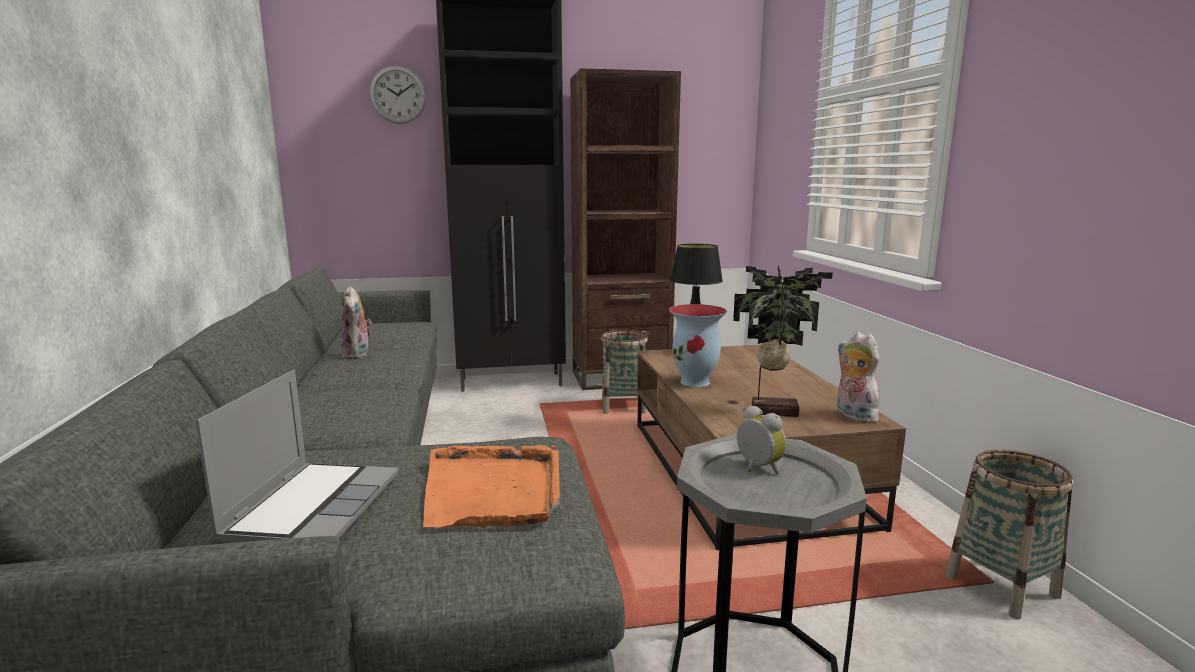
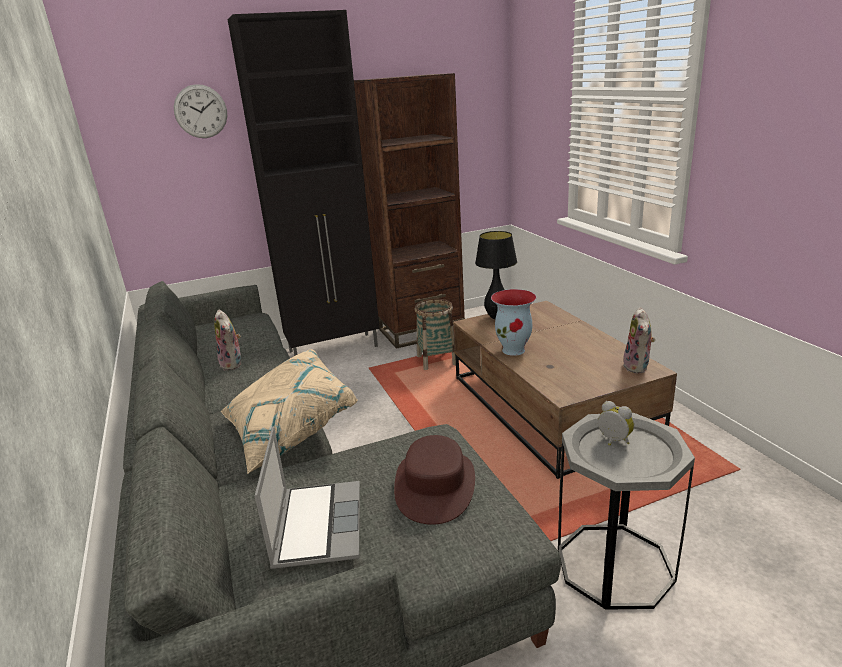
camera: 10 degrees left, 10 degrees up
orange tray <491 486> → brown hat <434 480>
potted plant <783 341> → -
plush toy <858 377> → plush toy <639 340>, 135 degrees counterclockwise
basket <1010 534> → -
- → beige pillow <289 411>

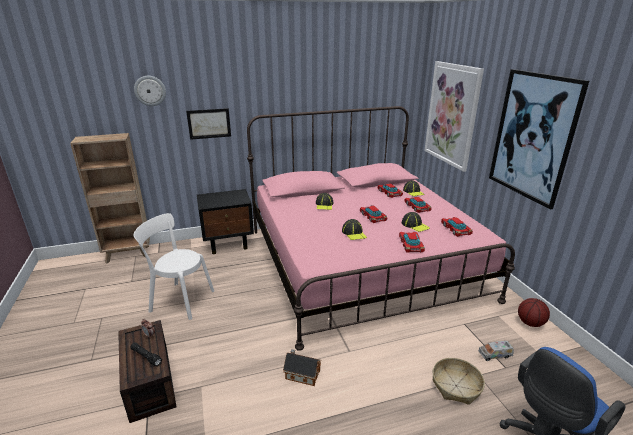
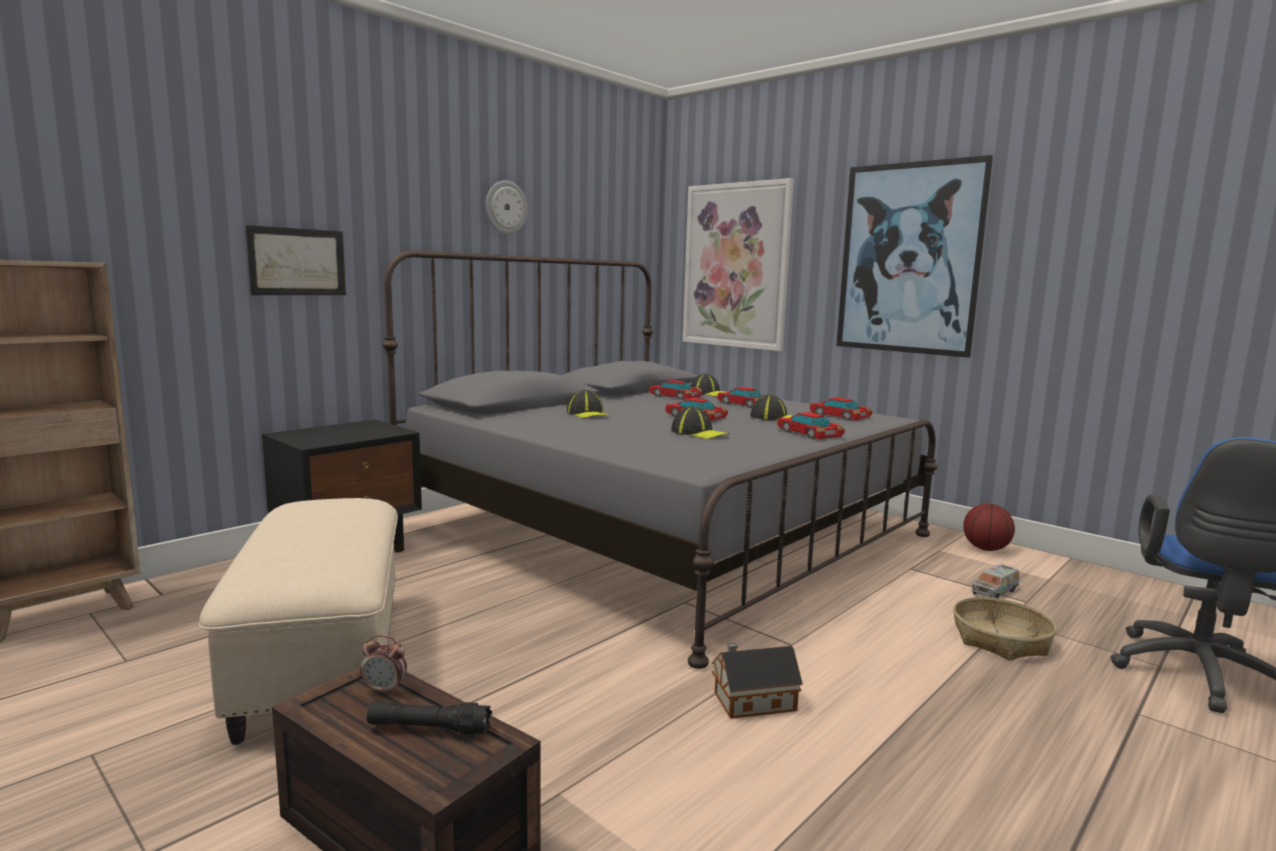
camera: 30 degrees left, 15 degrees down
wall clock <150 91> → wall clock <507 207>, moved
white chair <174 266> → beige ottoman <298 621>
pink bed <381 228> → grey bed <659 459>

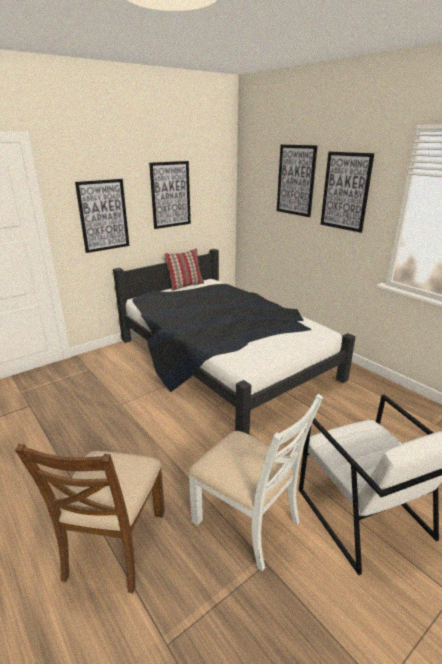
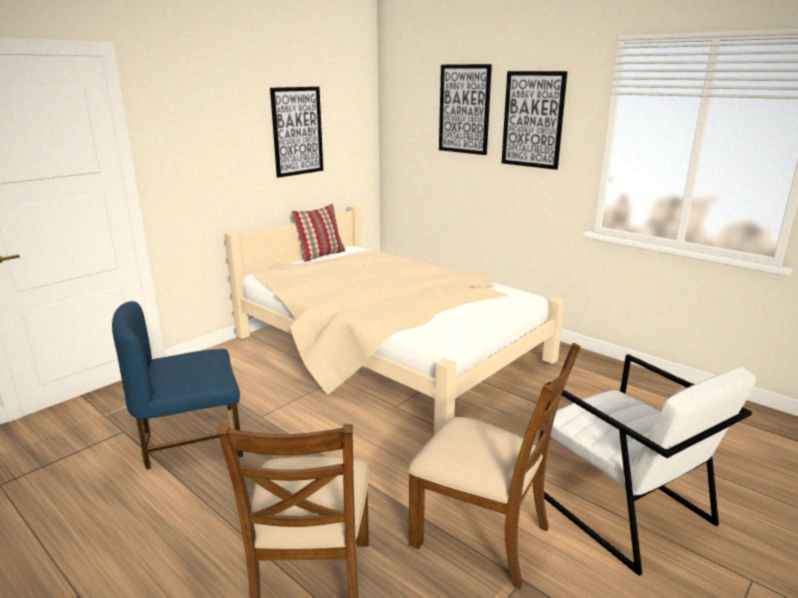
camera: 10 degrees left, 5 degrees down
picture <102 216> → -
black bed <234 341> → beige bed <394 320>
white chair <255 482> → brown chair <494 466>
- → blue chair <177 385>

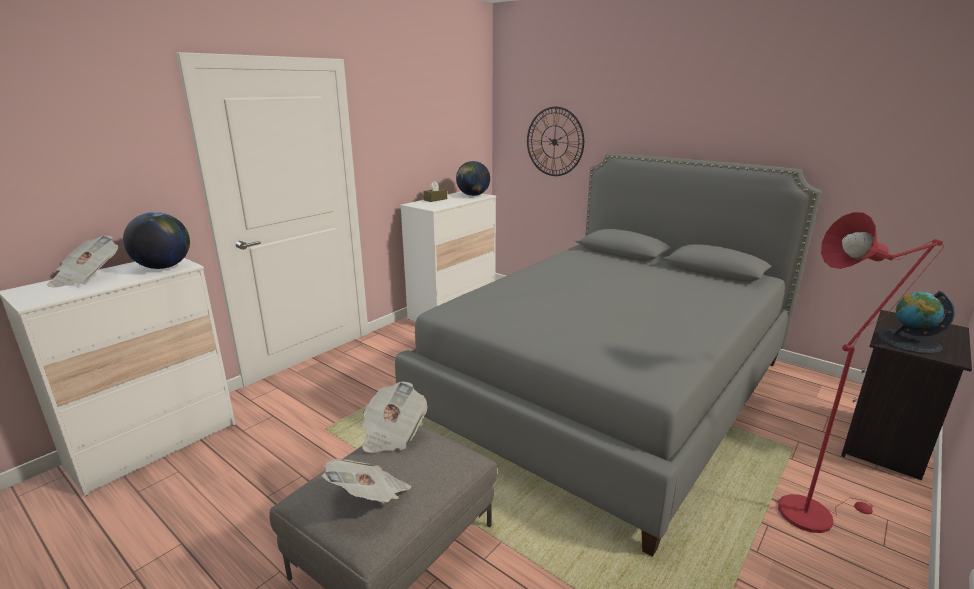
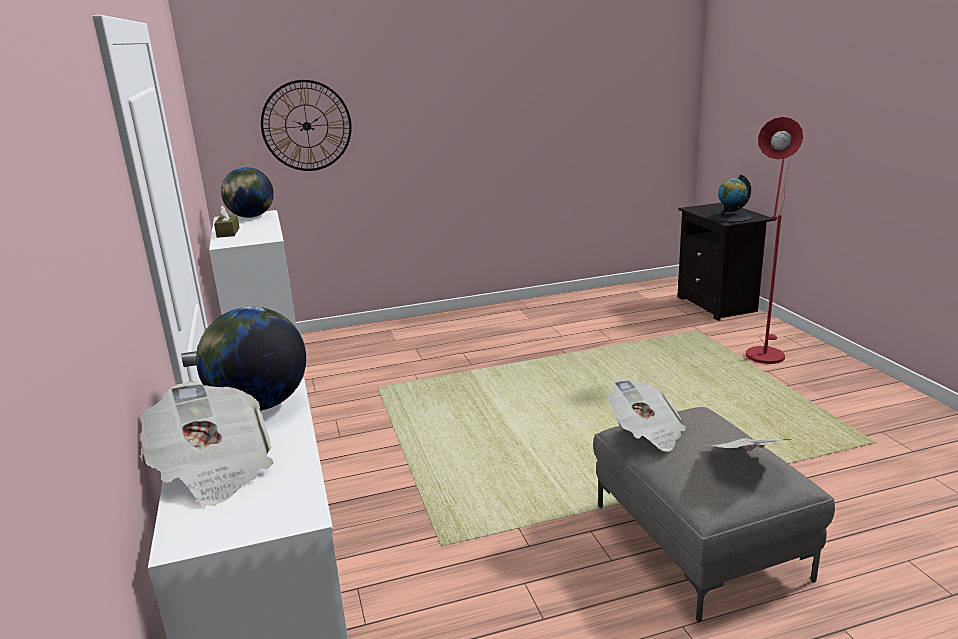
camera: 55 degrees left, 0 degrees up
grey bed <608 355> → -

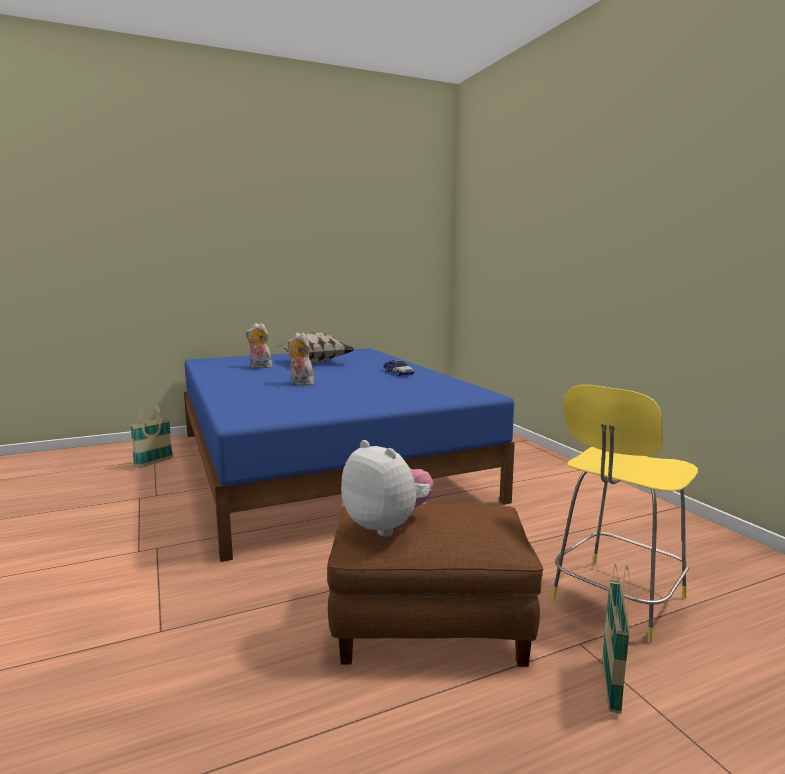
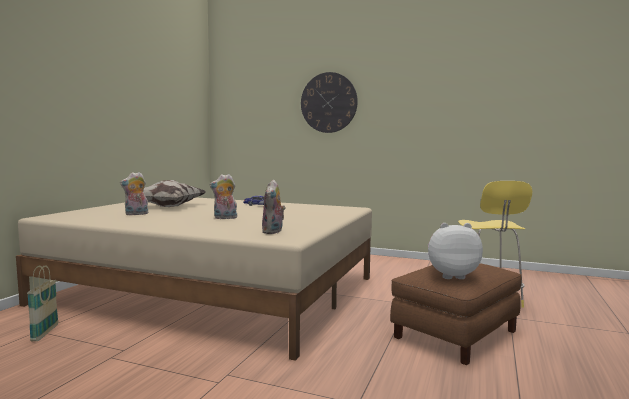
camera: 45 degrees left, 5 degrees down
blue bed <349 455> → beige bed <194 279>
basket <616 639> → -
- → plush toy <274 207>
- → wall clock <329 102>

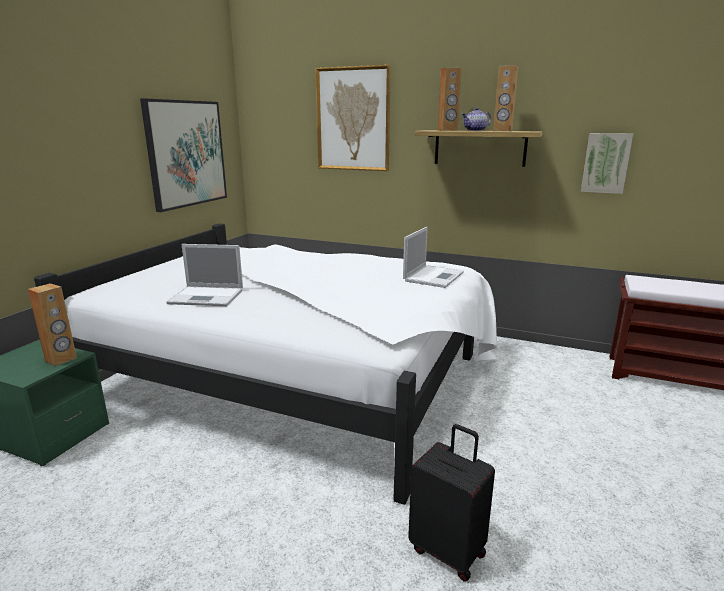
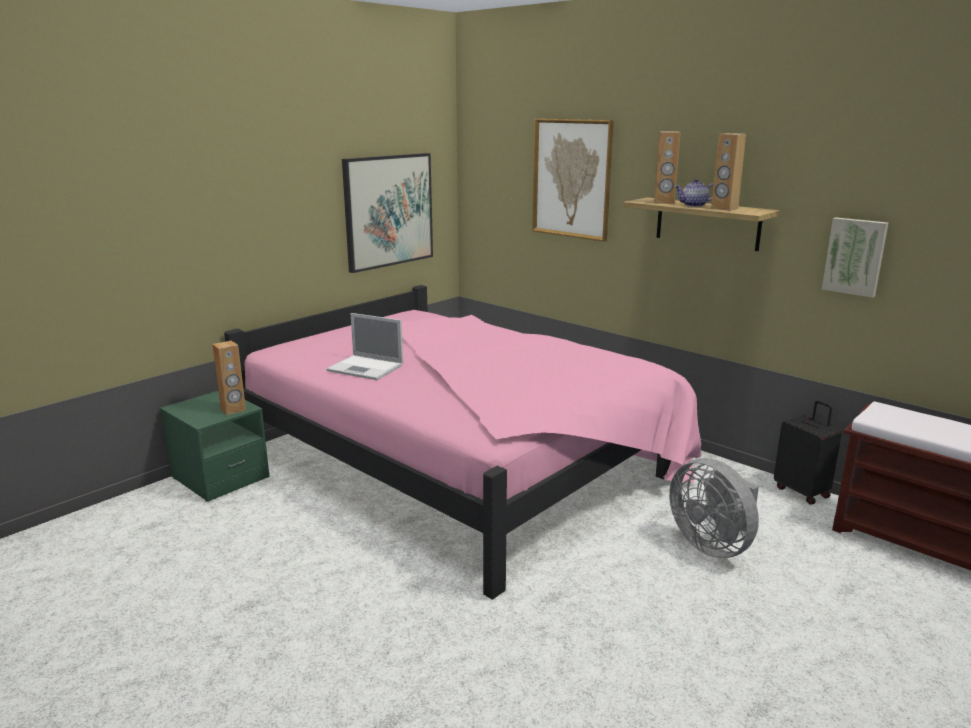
camera: 20 degrees right, 0 degrees up
white bed <265 364> → pink bed <462 442>
laptop <433 257> → -
black suitcase <451 503> → black suitcase <808 452>, moved
- → grey fan <714 508>

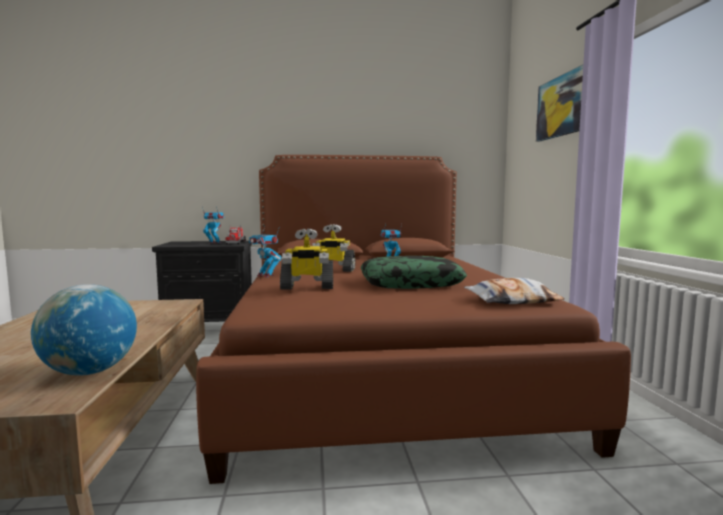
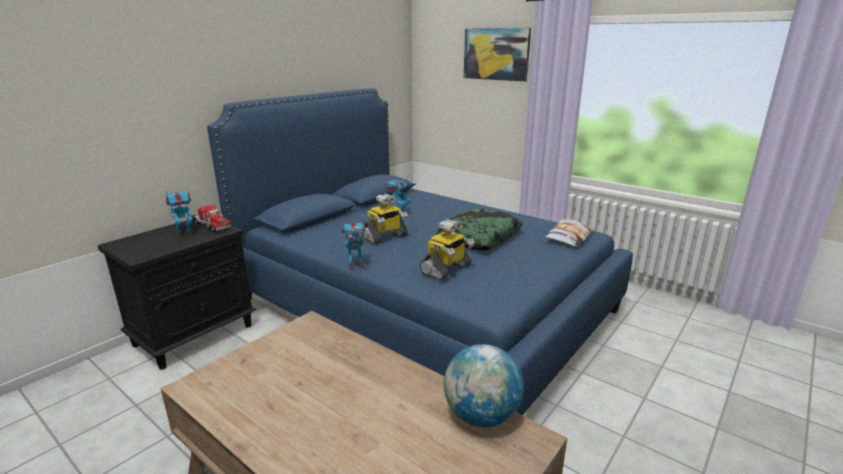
camera: 45 degrees left, 15 degrees up
brown bed <413 319> → blue bed <420 251>

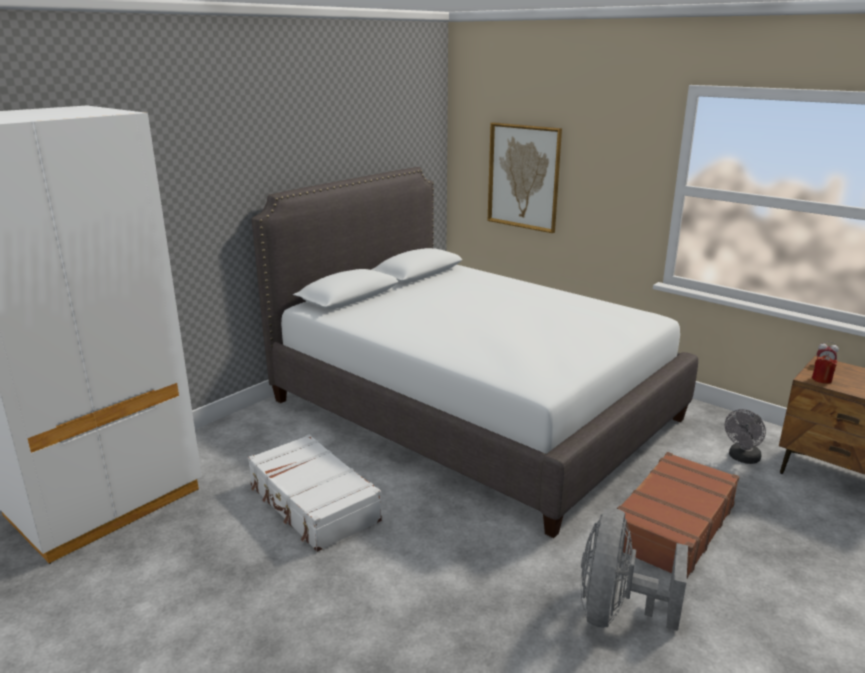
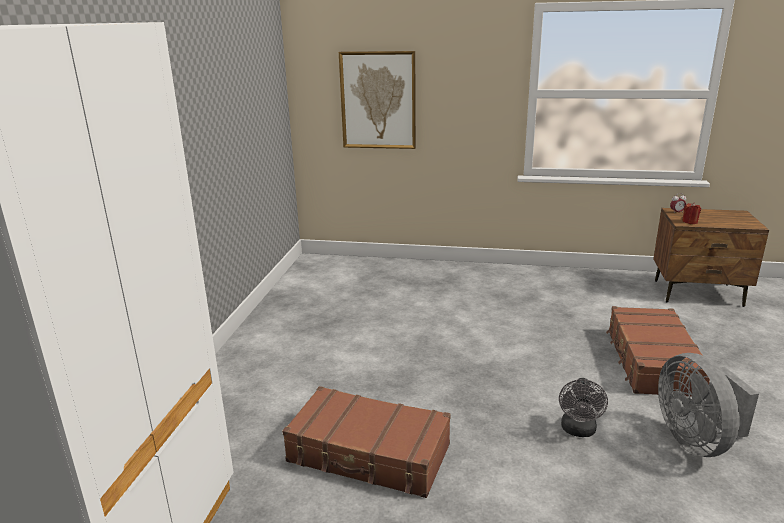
camera: 30 degrees left, 0 degrees up
white suitcase <315 493> → brown suitcase <366 442>
white bed <475 352> → -
grey fan <745 436> → grey fan <583 407>, moved

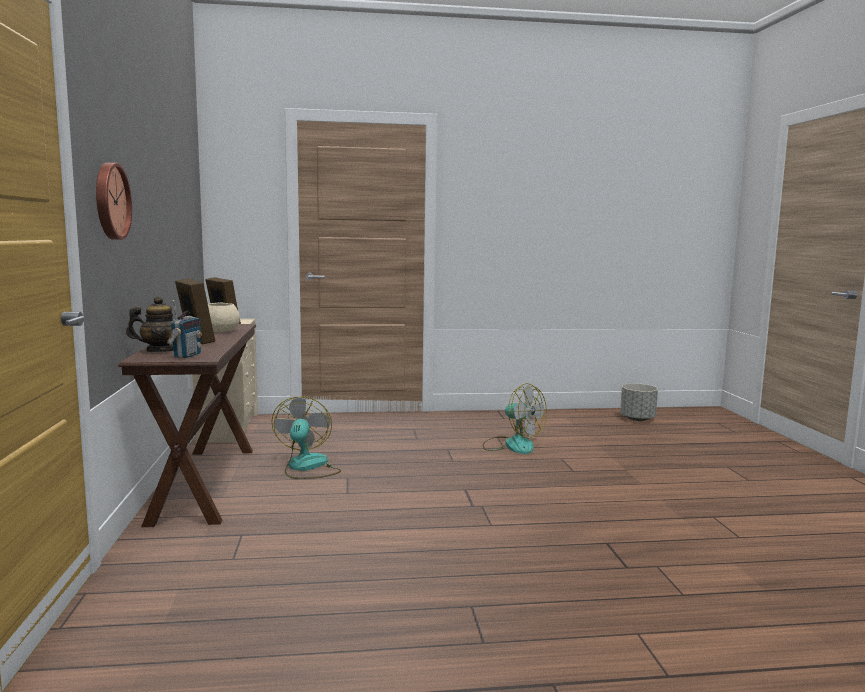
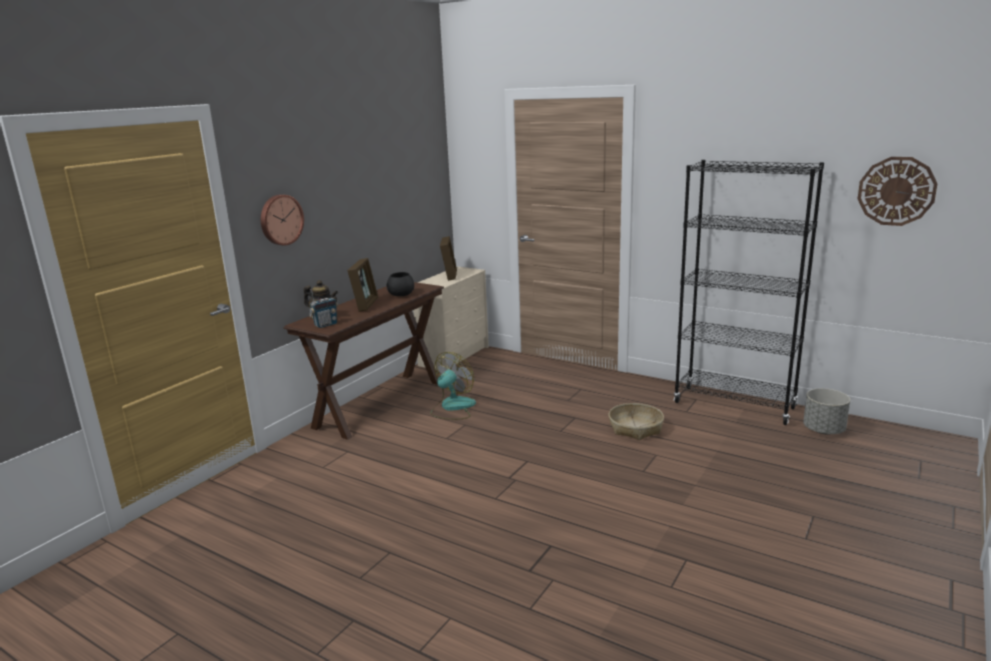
camera: 40 degrees right, 10 degrees up
beige bowl <224 317> → black bowl <400 284>
fan <514 418> → basket <636 421>
- → black bookcase <749 292>
- → wall clock <897 191>

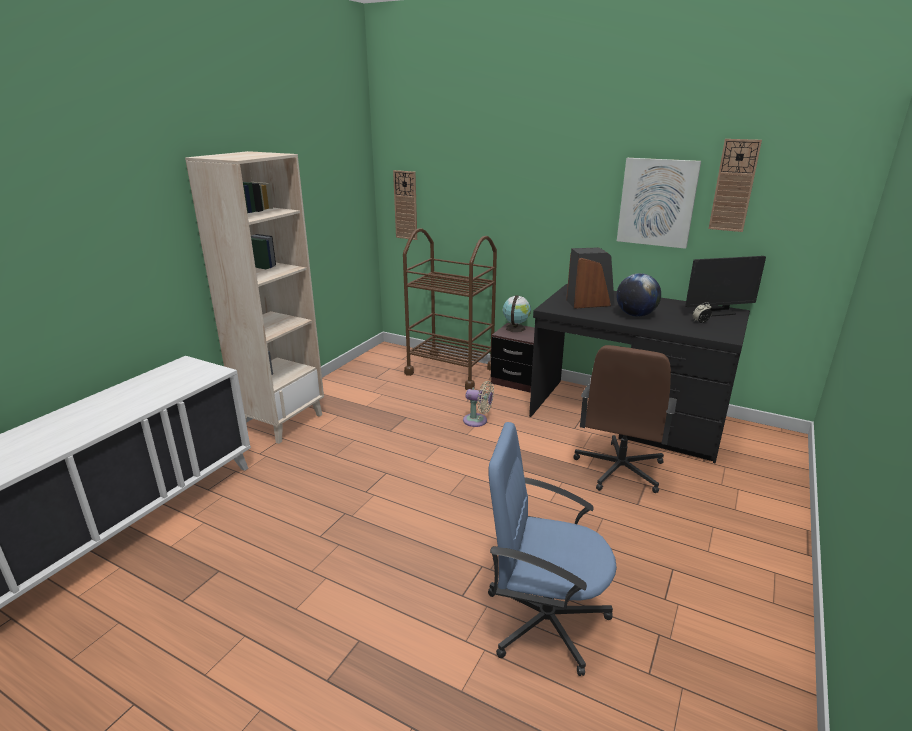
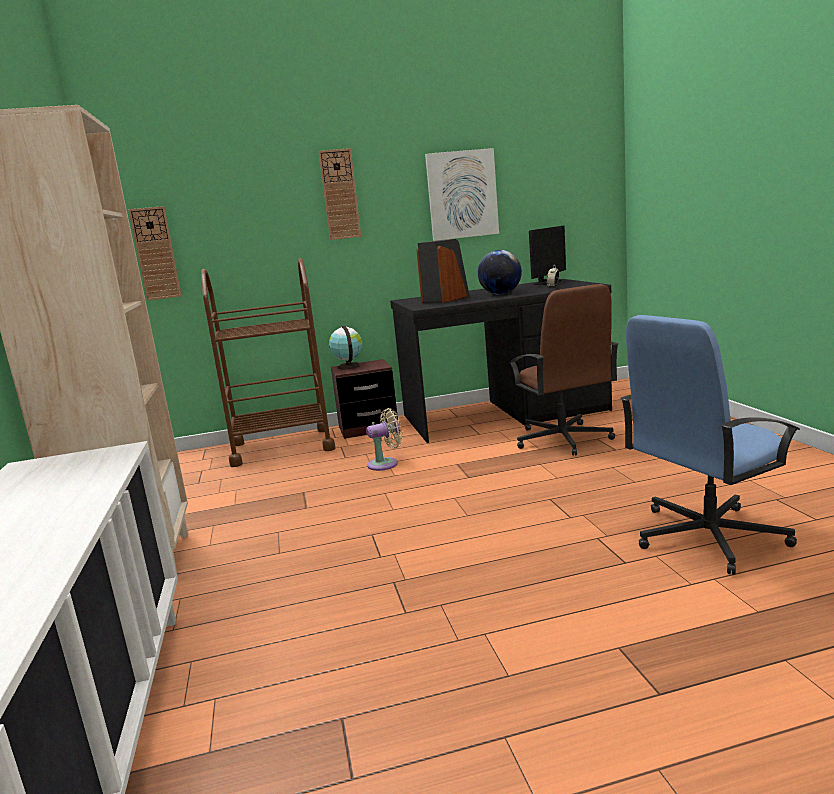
camera: 40 degrees left, 10 degrees down
wall clock <735 185> → wall clock <339 194>, moved

